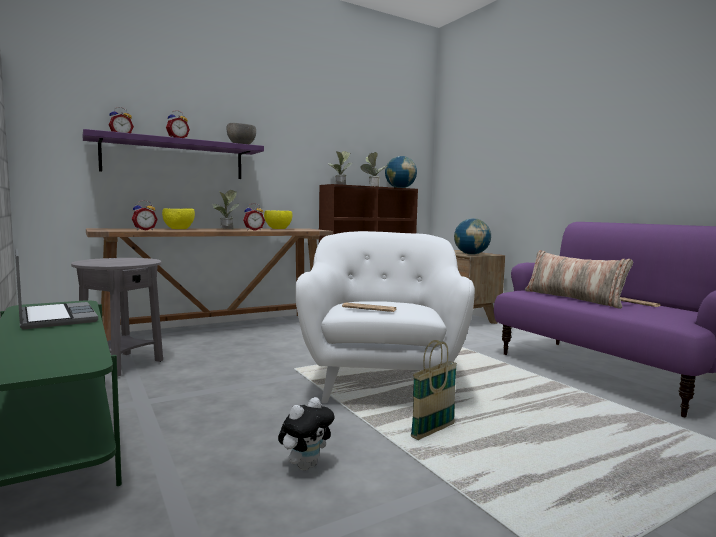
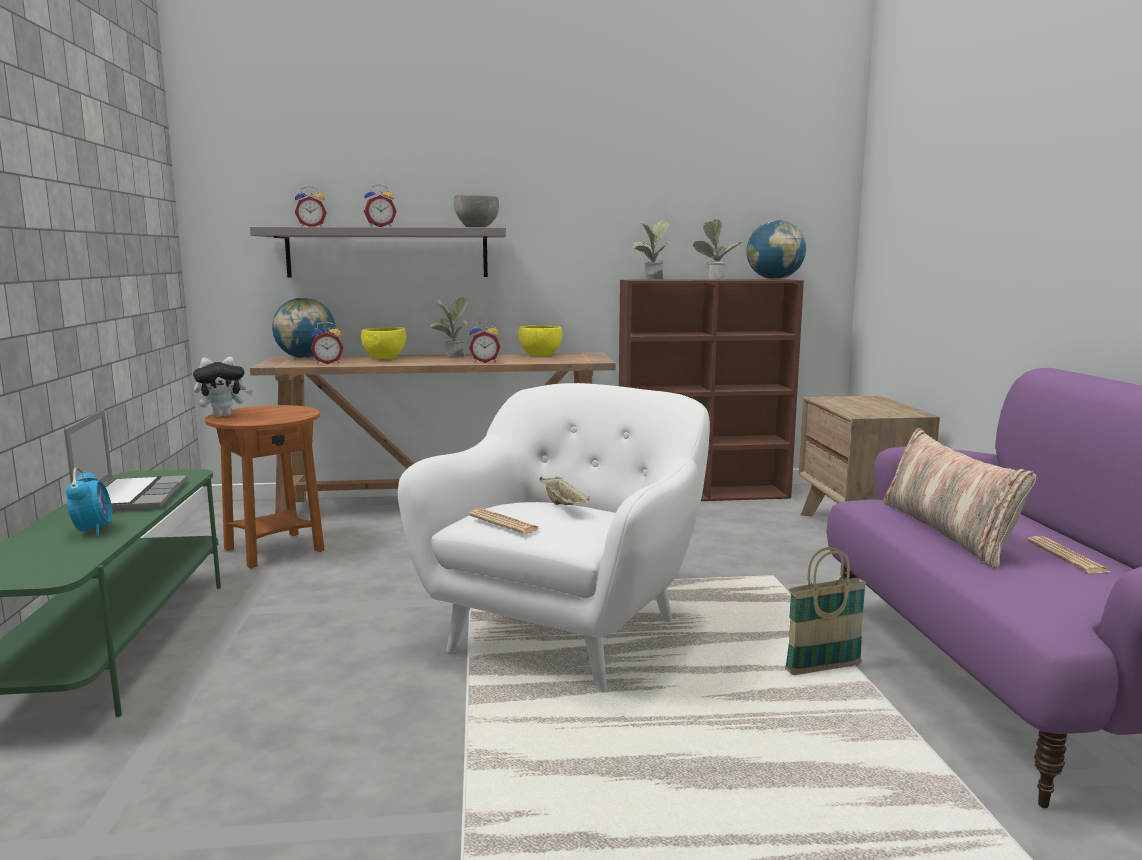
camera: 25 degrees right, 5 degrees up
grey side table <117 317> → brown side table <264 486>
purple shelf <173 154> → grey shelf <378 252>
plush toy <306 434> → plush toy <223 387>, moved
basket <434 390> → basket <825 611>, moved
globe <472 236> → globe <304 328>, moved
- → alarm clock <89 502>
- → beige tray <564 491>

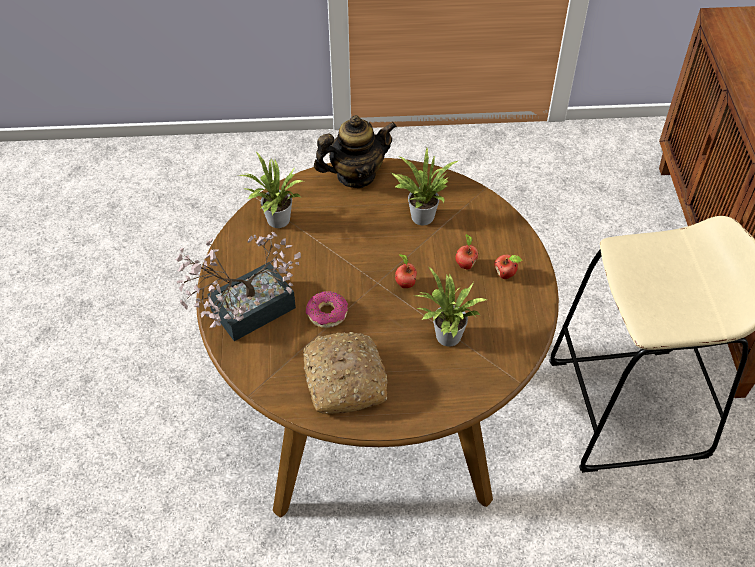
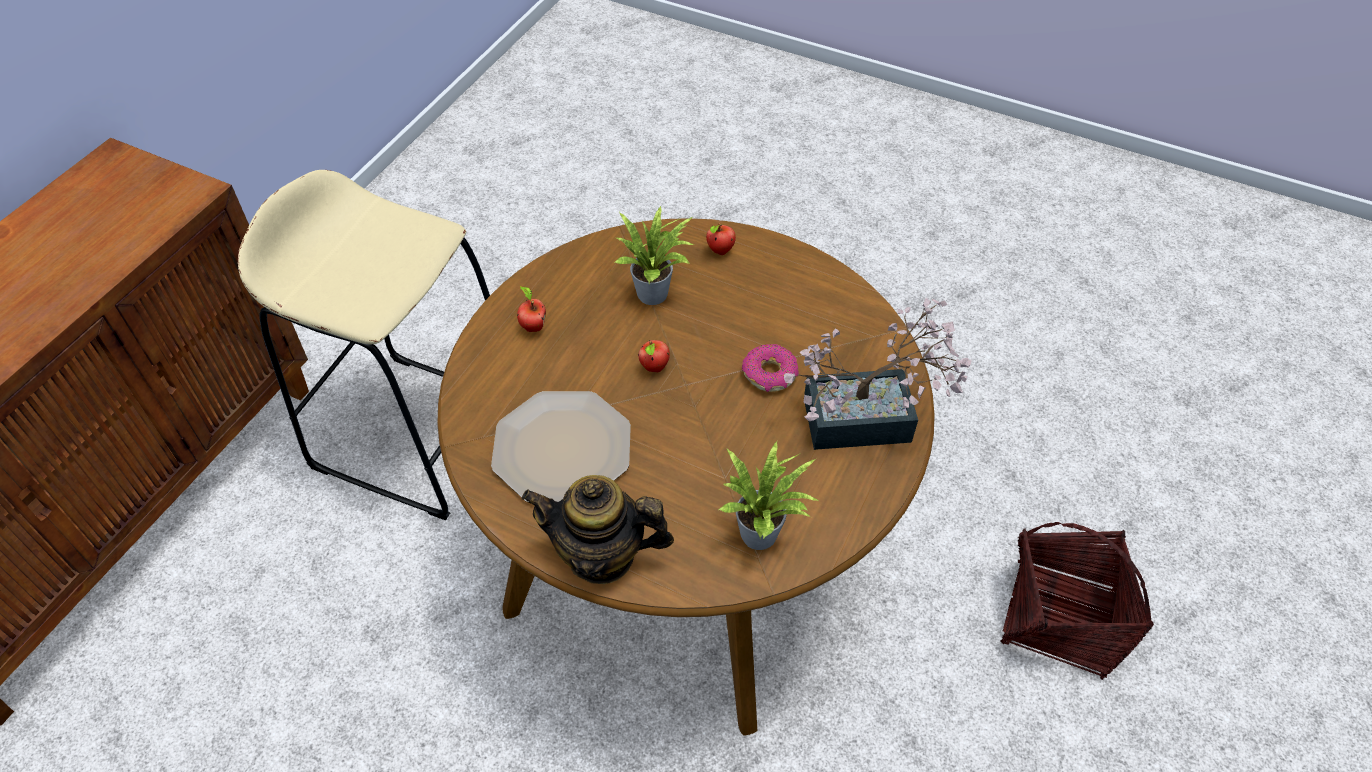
camera: 150 degrees left, 0 degrees up
bread <345 373> → -
potted plant <424 186> → plate <561 447>
apple <467 251> → apple <721 239>, moved
- → basket <1077 601>

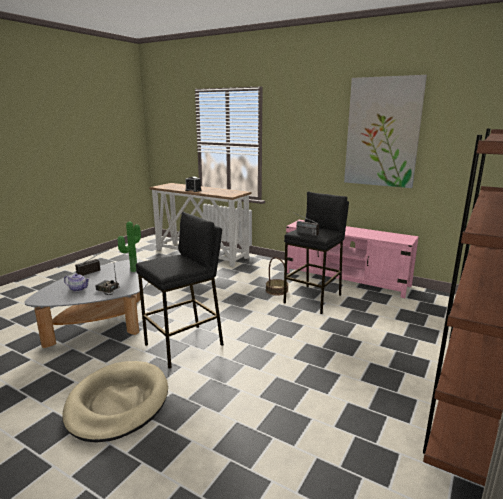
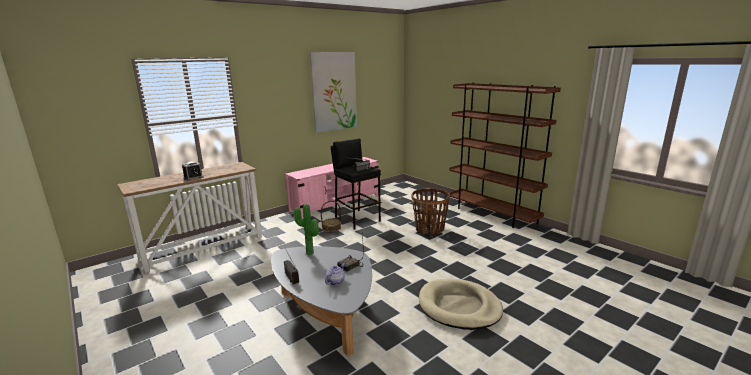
camera: 70 degrees left, 0 degrees up
black stool <180 290> → -
- → basket <430 211>

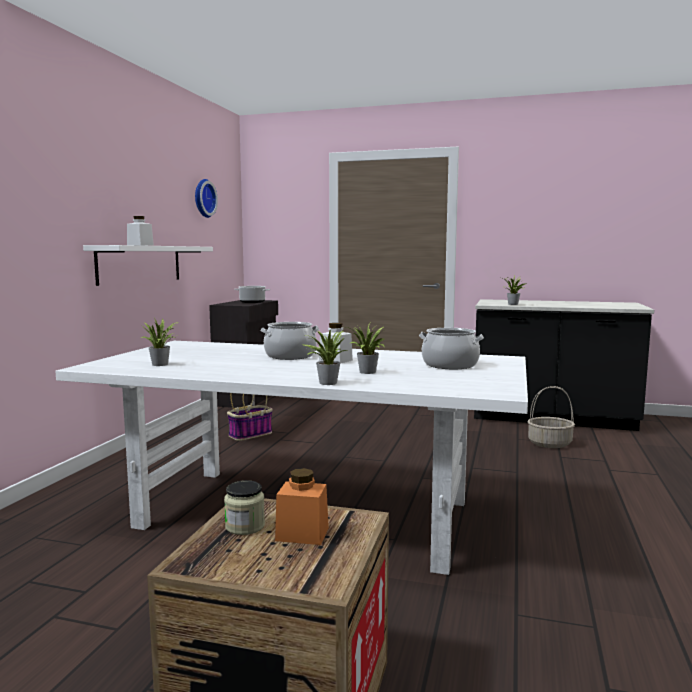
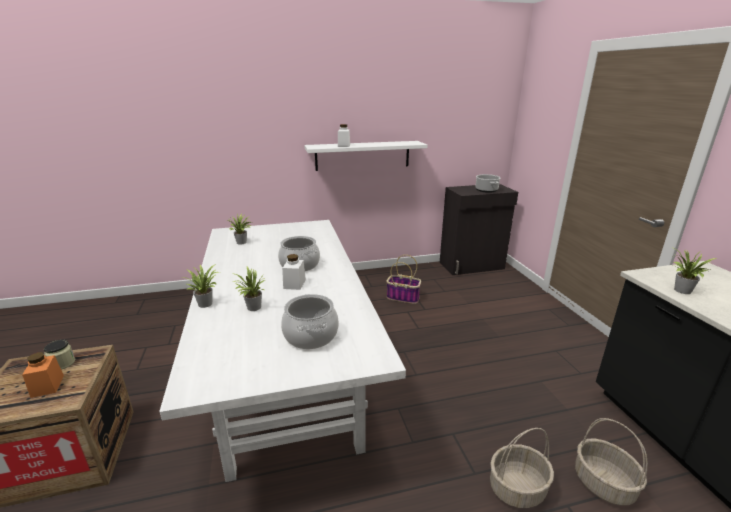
camera: 60 degrees right, 15 degrees up
wall clock <206 198> → -
- → basket <522 468>

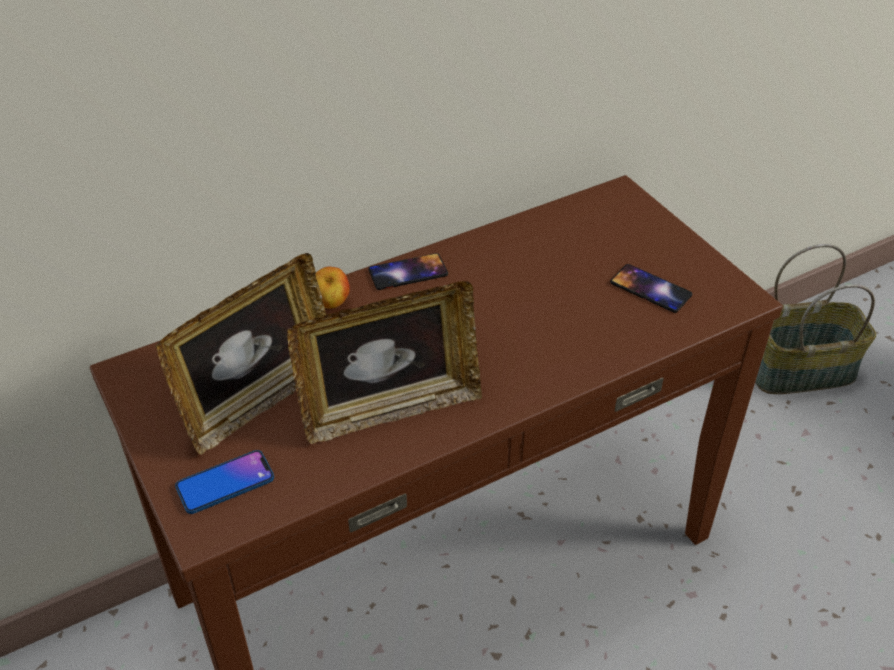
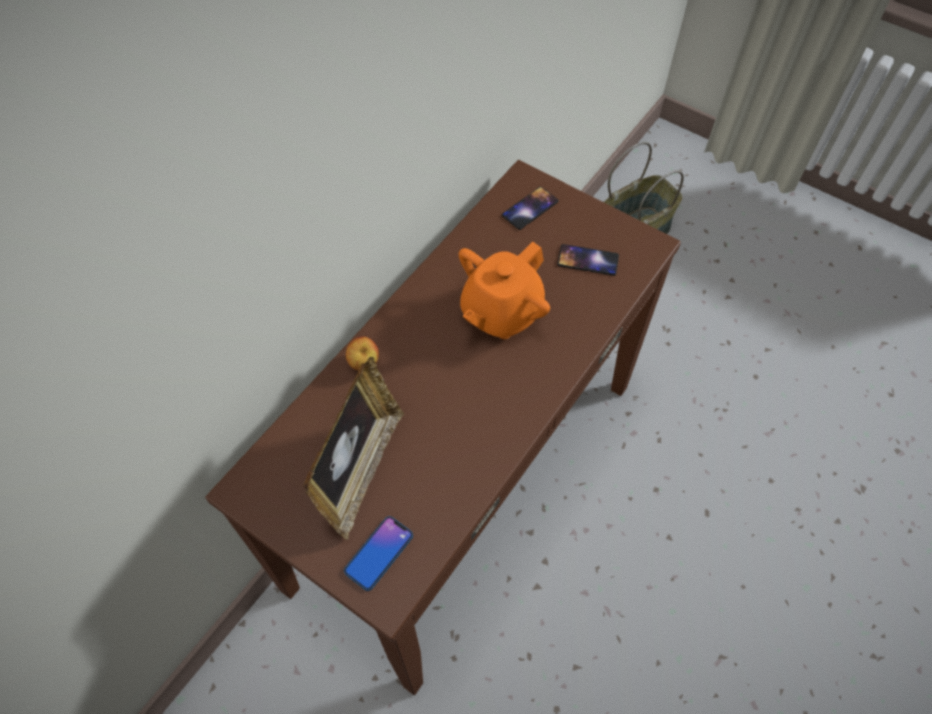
camera: 25 degrees left, 15 degrees up
picture frame <384 362> → -
phone <408 271> → phone <530 208>, moved
- → orange teapot <504 290>

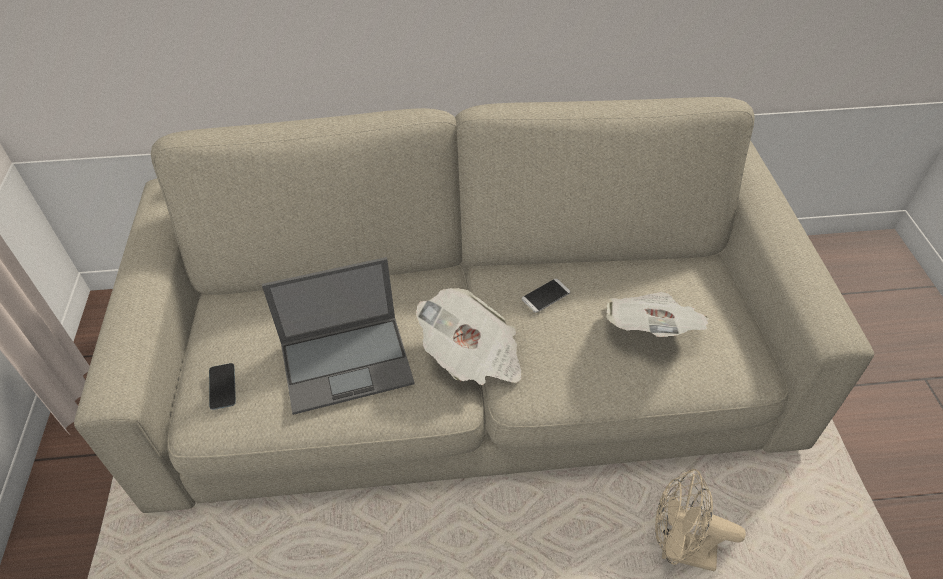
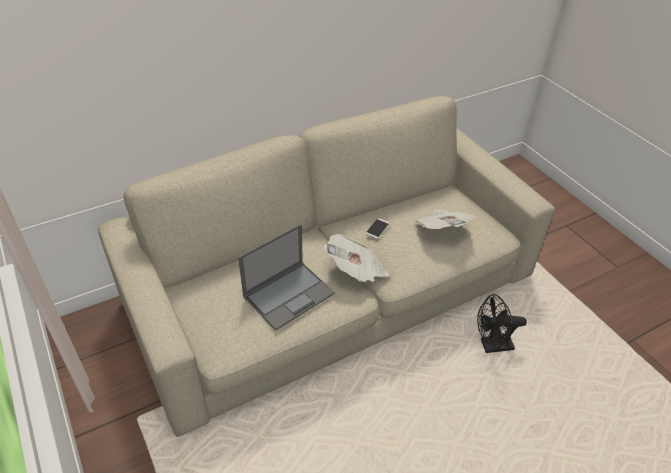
camera: 25 degrees left, 5 degrees down
phone <222 386> → -
beige fan <700 520> → black fan <502 323>

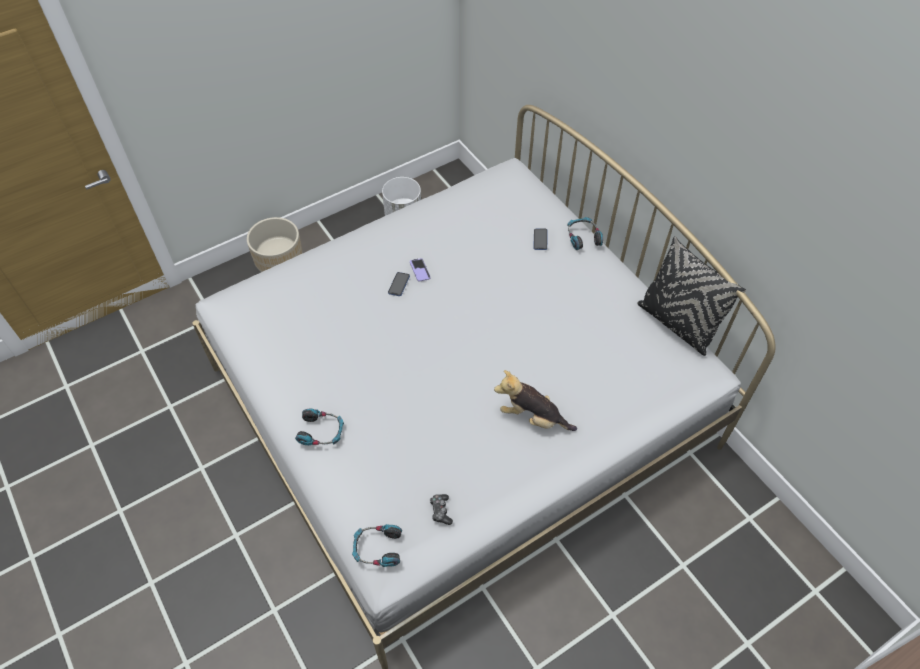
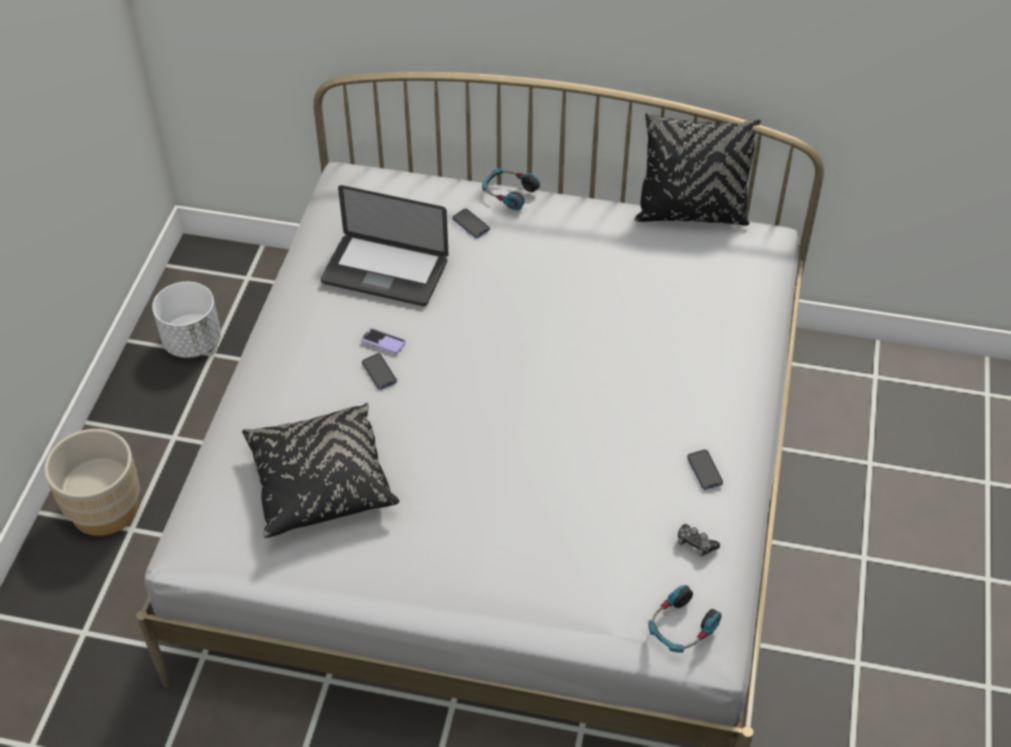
camera: 45 degrees left, 5 degrees down
headphones <319 427> → -
plush toy <535 400> → -
- → black pillow <320 470>
- → laptop <385 245>
- → phone <705 469>

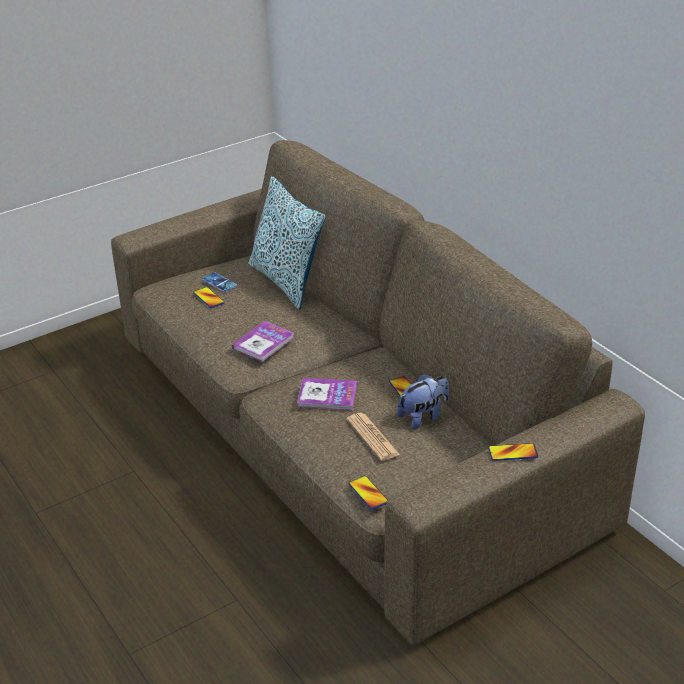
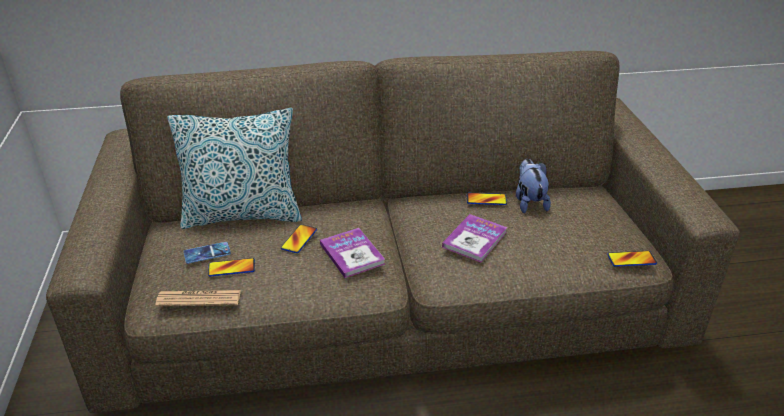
camera: 65 degrees left, 0 degrees up
newspaper <373 437> → newspaper <198 298>, moved
phone <513 452> → phone <299 238>, moved

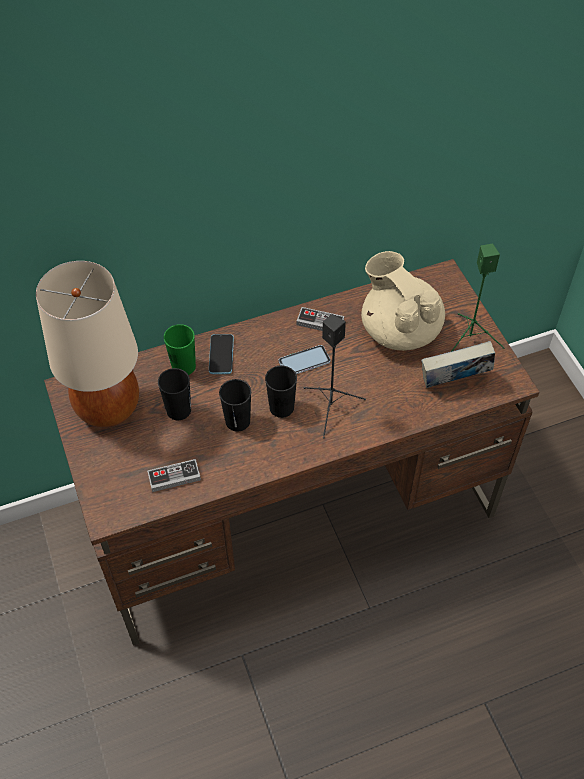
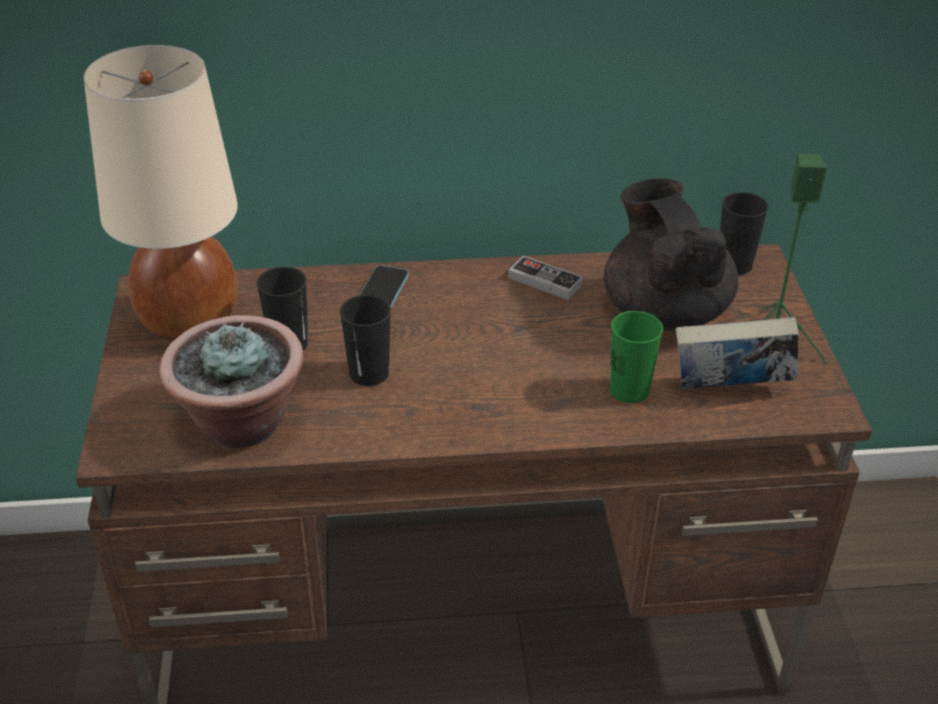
camera: 15 degrees right, 15 degrees down
game controller <174 475> → potted plant <231 381>
green cup <180 349> → green cup <636 357>, moved
black cup <281 391> → black cup <744 233>, moved
phone <305 359> → -
black speaker <334 376> → -
beige teapot <403 301> → black teapot <671 254>

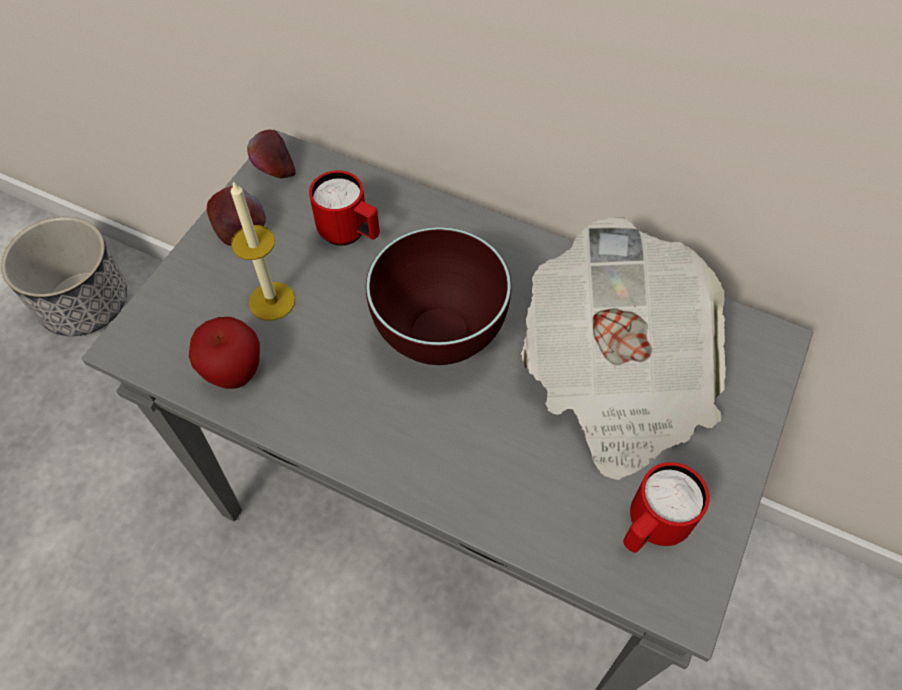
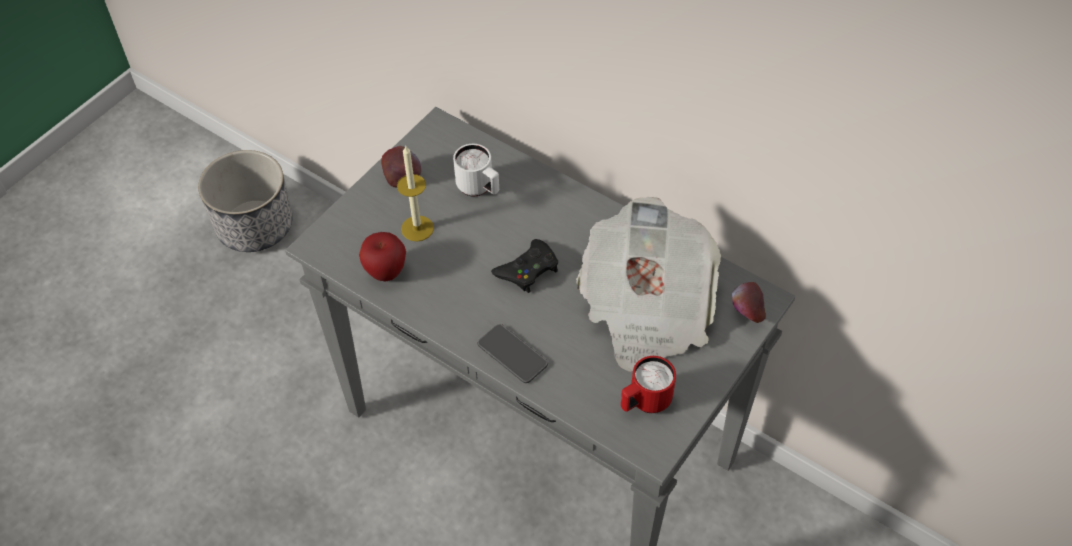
camera: 10 degrees right, 5 degrees down
apple <271 154> → apple <749 302>, moved
red mug <344 208> → white mug <476 170>
brown bowl <438 296> → black game controller <524 266>
- → phone <512 353>

